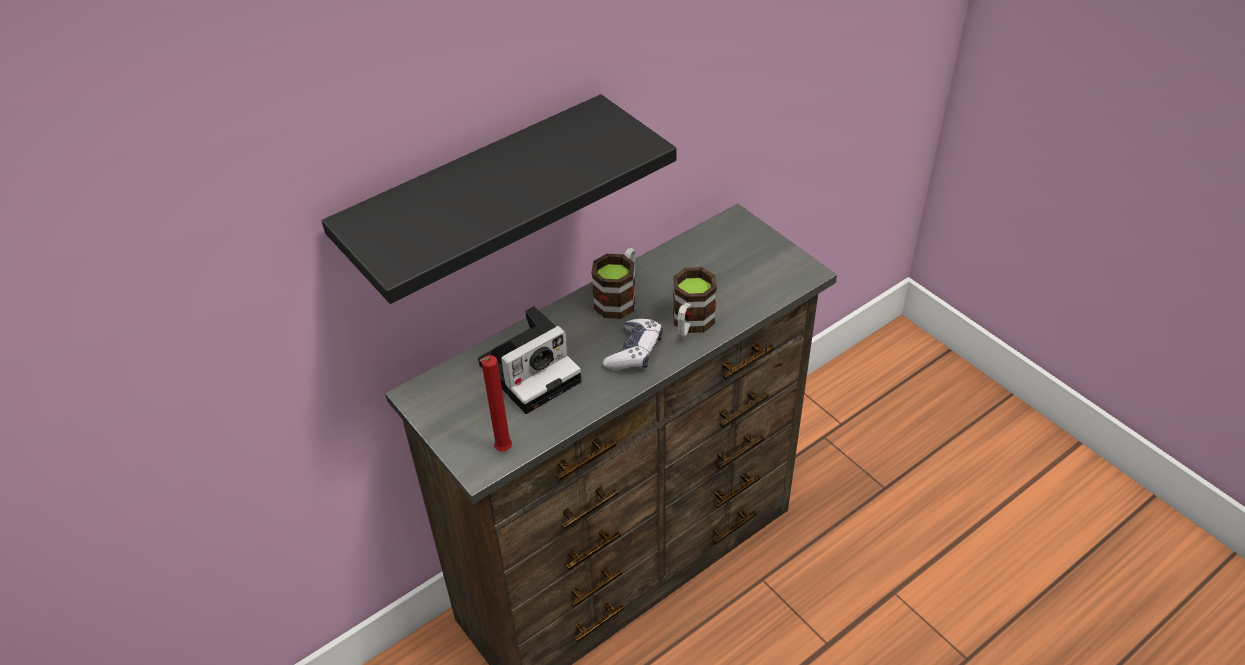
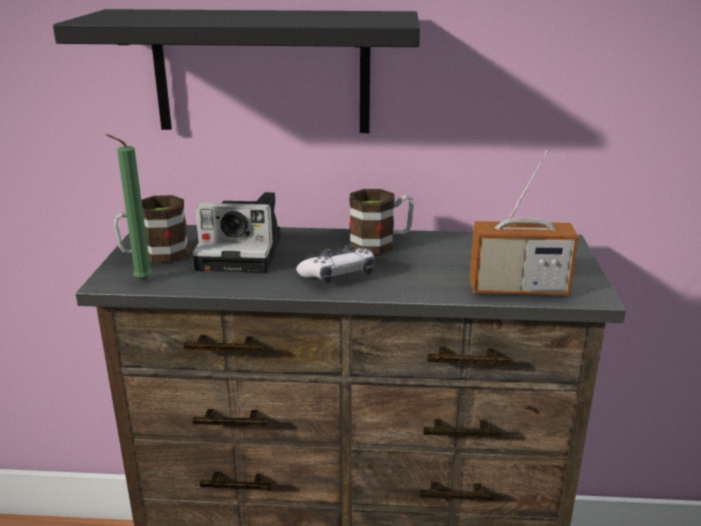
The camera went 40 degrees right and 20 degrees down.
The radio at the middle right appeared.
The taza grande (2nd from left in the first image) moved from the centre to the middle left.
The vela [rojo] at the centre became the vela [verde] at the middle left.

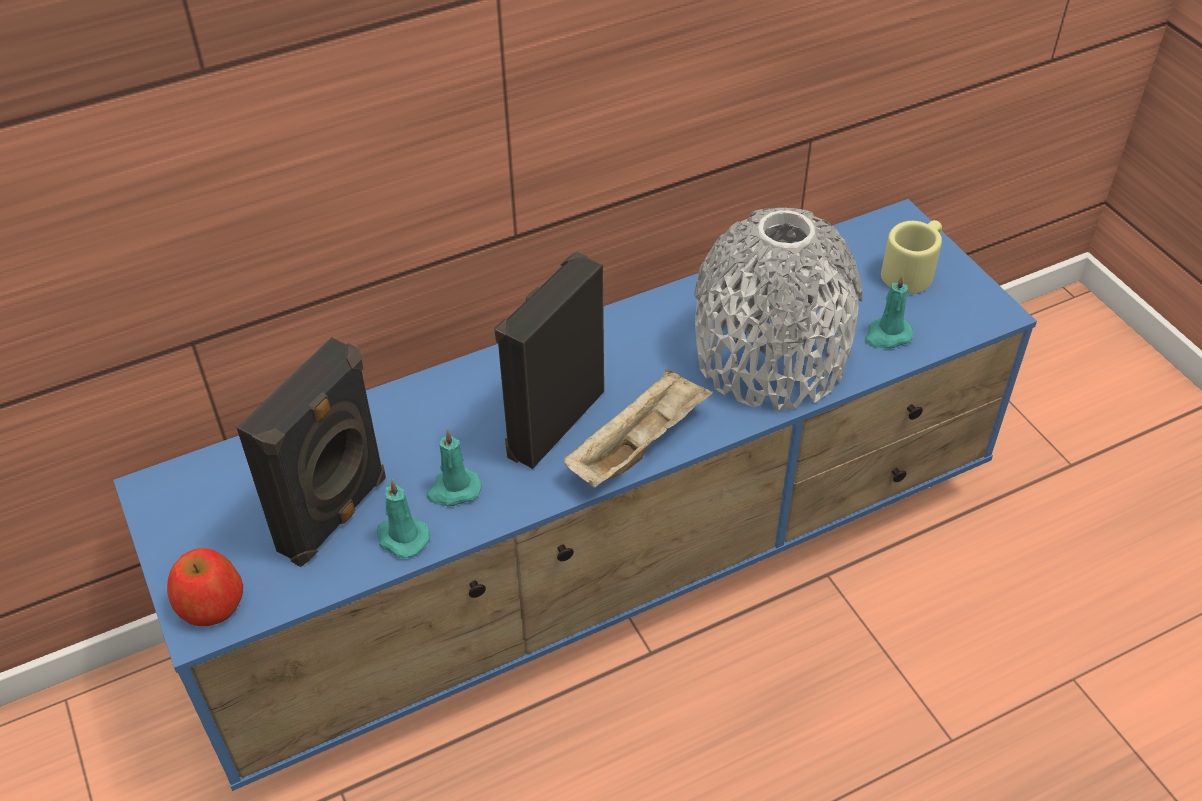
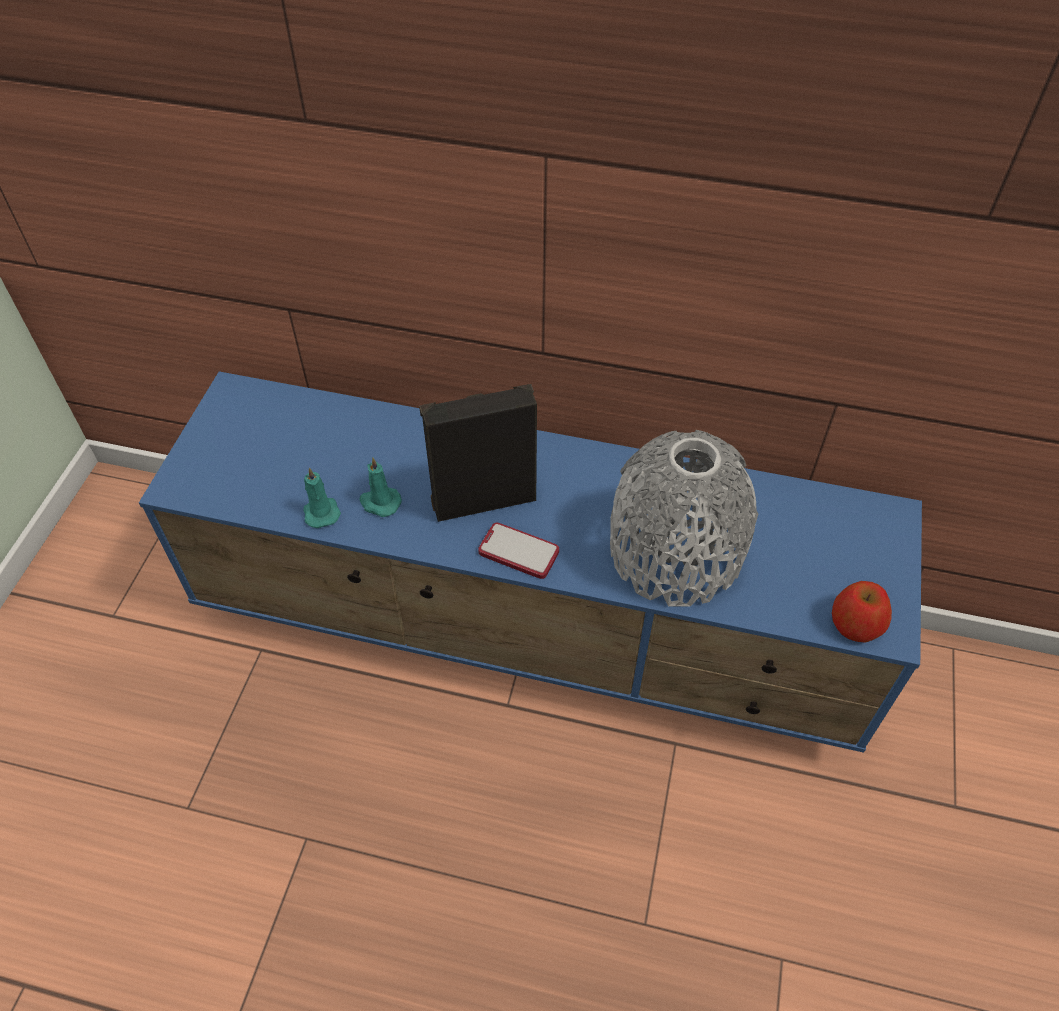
The camera went 40 degrees right and 5 degrees up.
The altavoz [negro] (1st from left) at the middle left disappeared.
The vela [turquesa] (3rd from left) at the middle right disappeared.
The taza grande [beis] at the top right disappeared.
The manzana moved from the bottom left to the middle right.
The bandeja [beis] at the centre was replaced by the móvil at the centre.

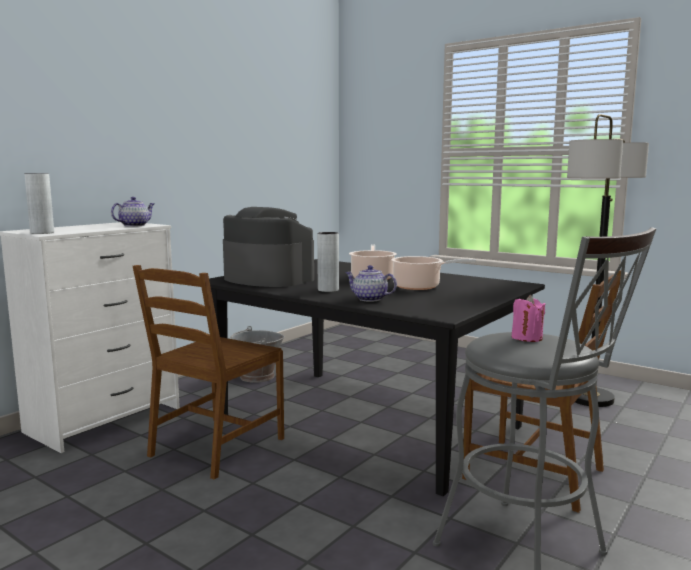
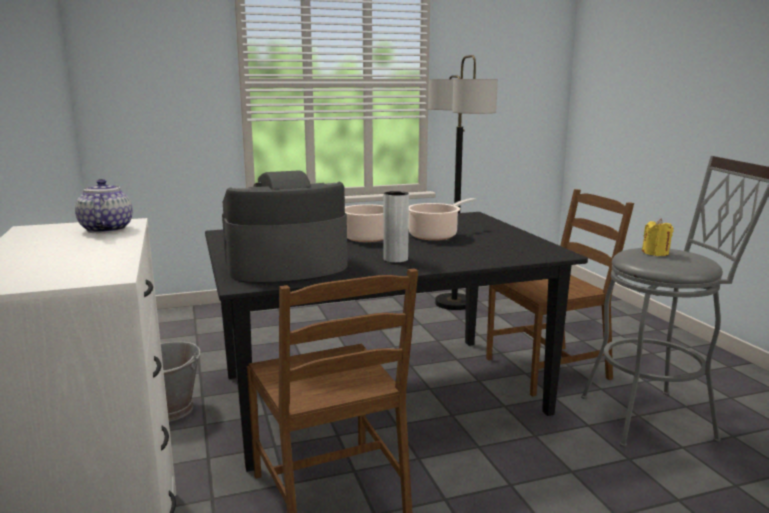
The camera went 55 degrees left and 5 degrees up.
The florero [gris] (1st from left) at the middle left disappeared.
The tetera (2nd from left) at the centre disappeared.
The vela [rosa] at the middle right became the vela [amarillo] at the middle right.

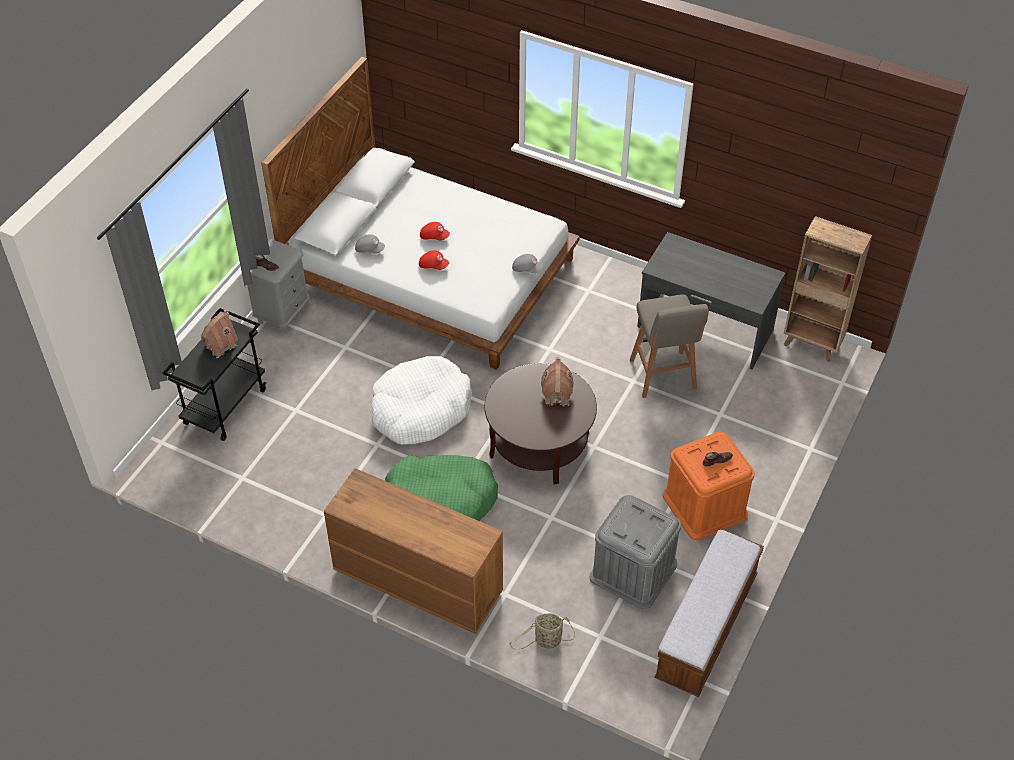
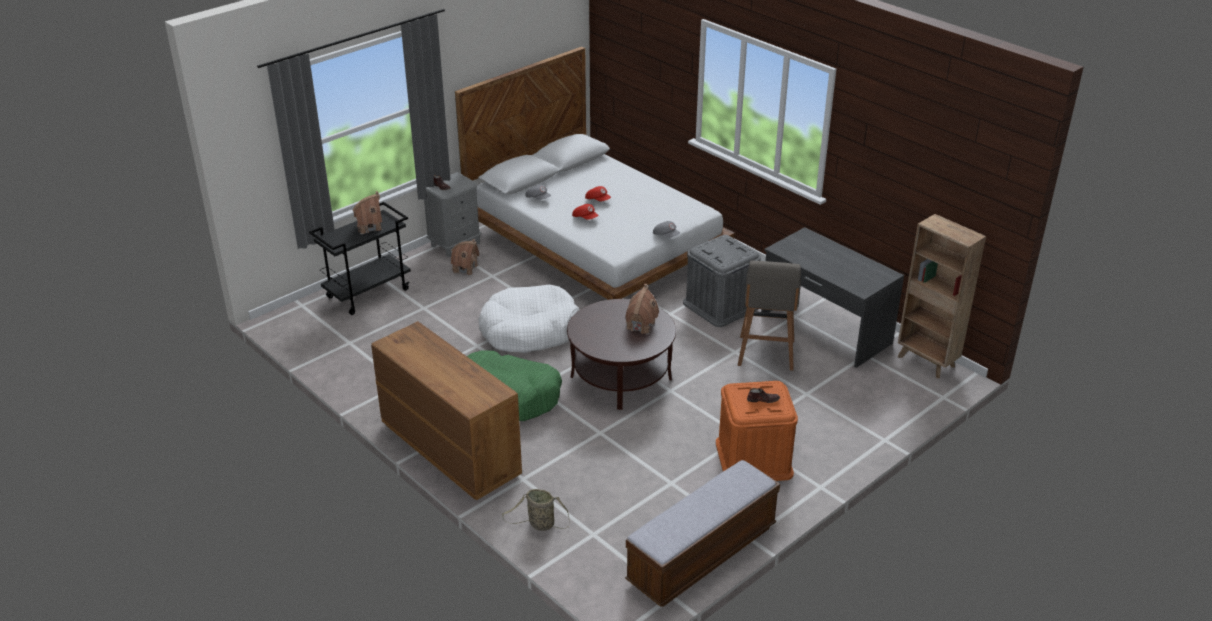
The camera went 20 degrees right and 15 degrees down.
The casita (2nd from left) at the centre appeared.
The caja de almacenaje [gris] moved from the bottom centre to the centre.

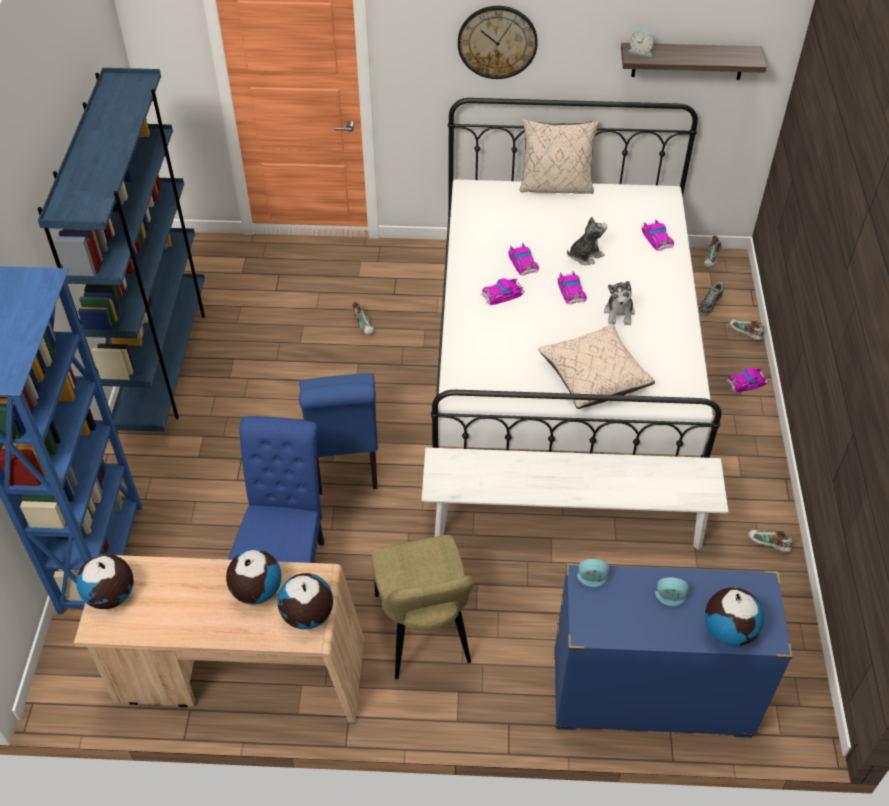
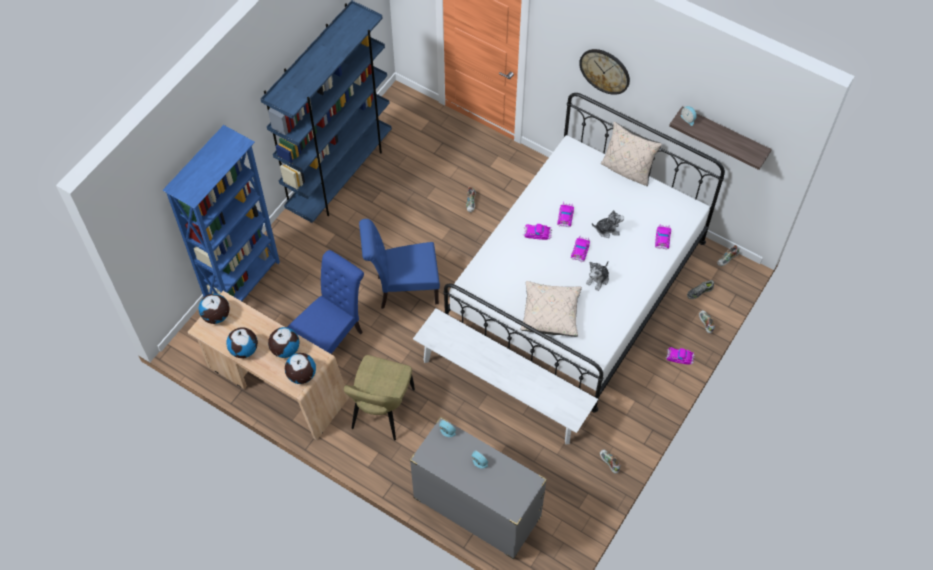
The camera went 30 degrees right and 10 degrees up.
The globo terráqueo (4th from left in the first image) moved from the bottom right to the middle left.
The cómoda [azul] at the bottom right became the cómoda [gris] at the bottom centre.
The silla [azul] (2nd from left) at the centre turned 60 degrees clockwise.

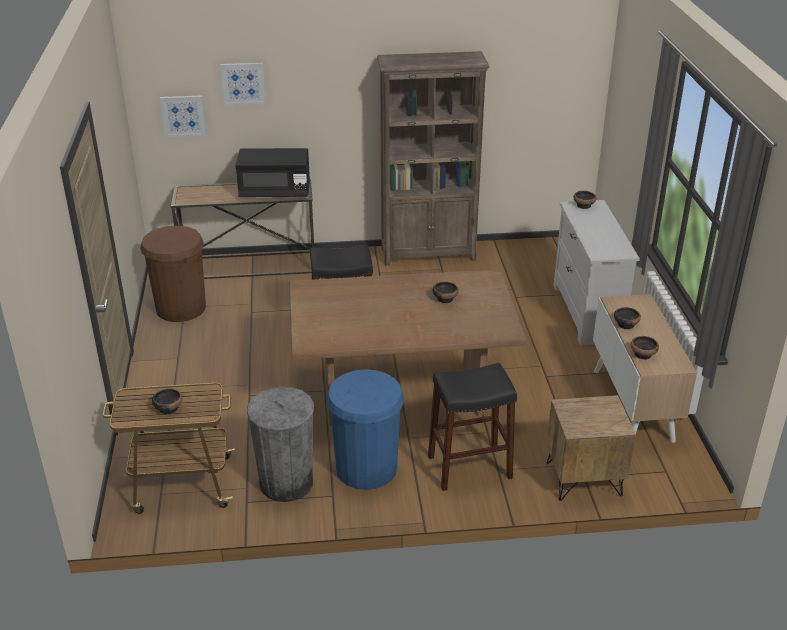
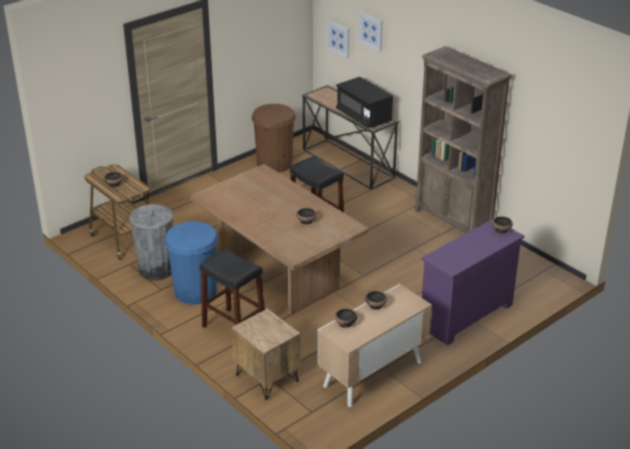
The camera went 55 degrees right and 0 degrees up.
The cómoda [blanco] at the middle right became the cómoda [morado] at the middle right.

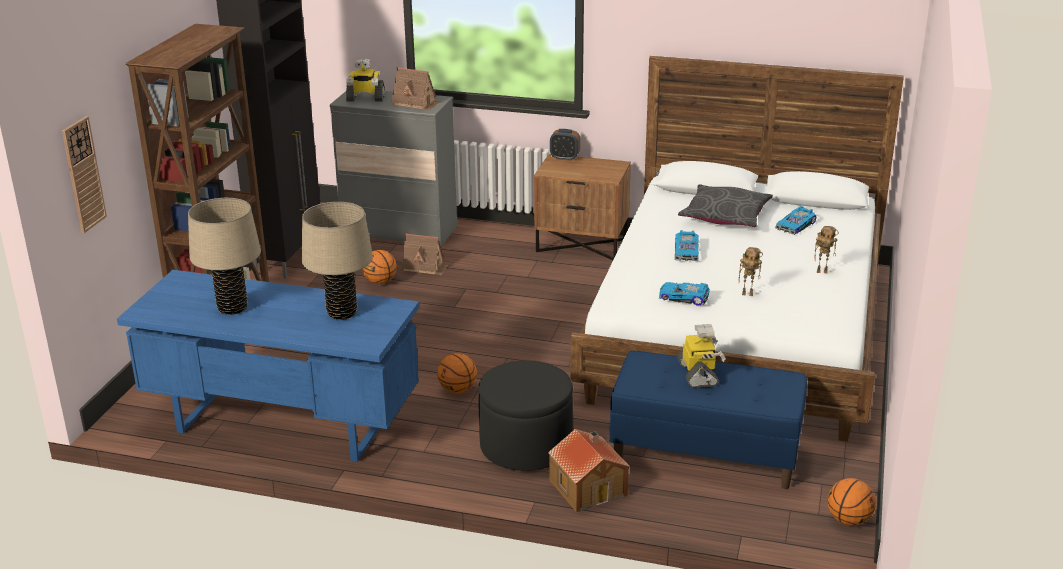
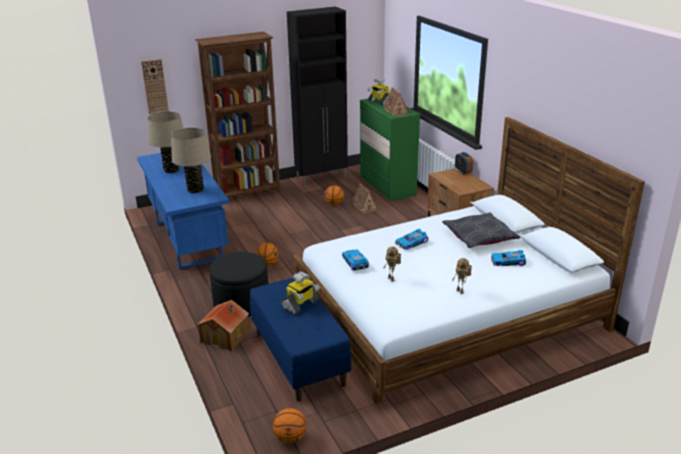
The camera went 50 degrees right and 0 degrees up.
The cómoda [gris] at the top centre became the cómoda [verde] at the top centre.

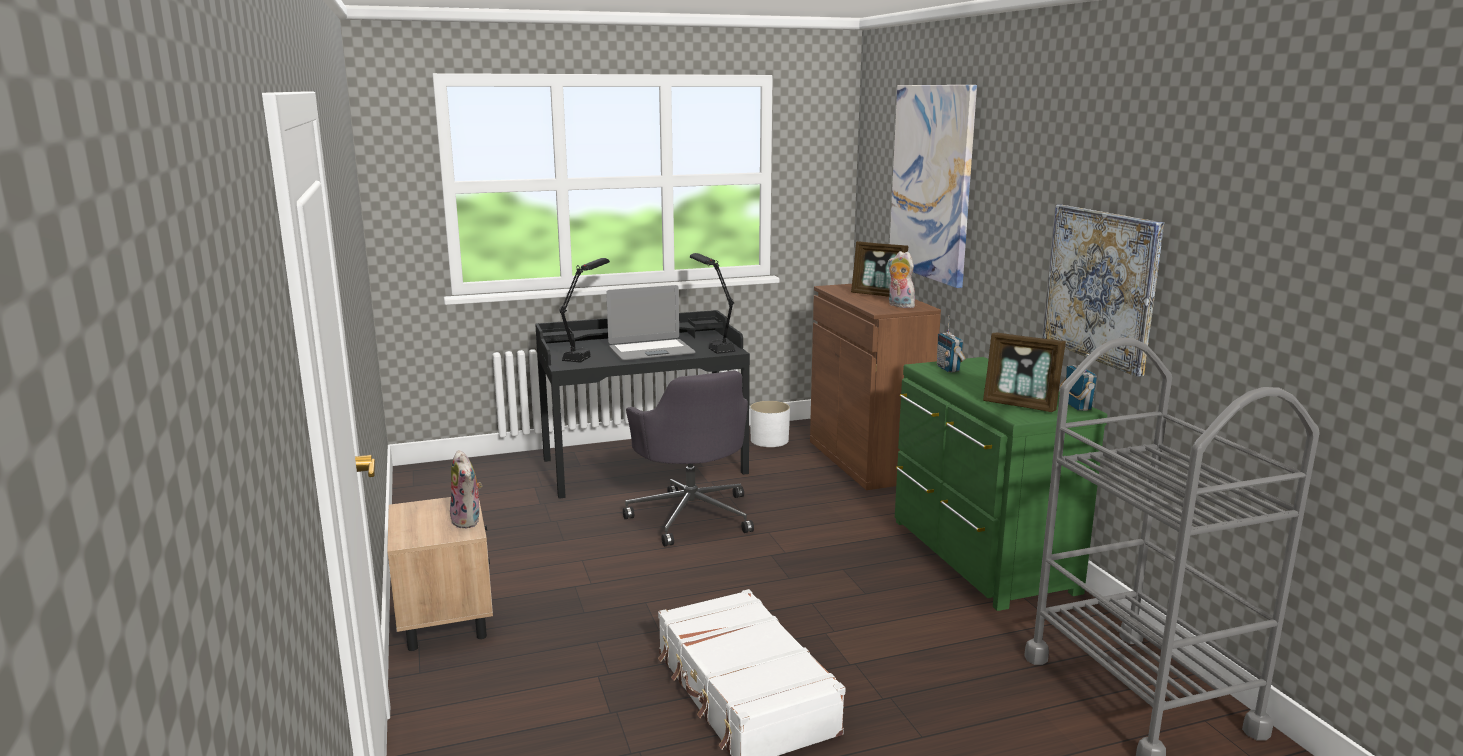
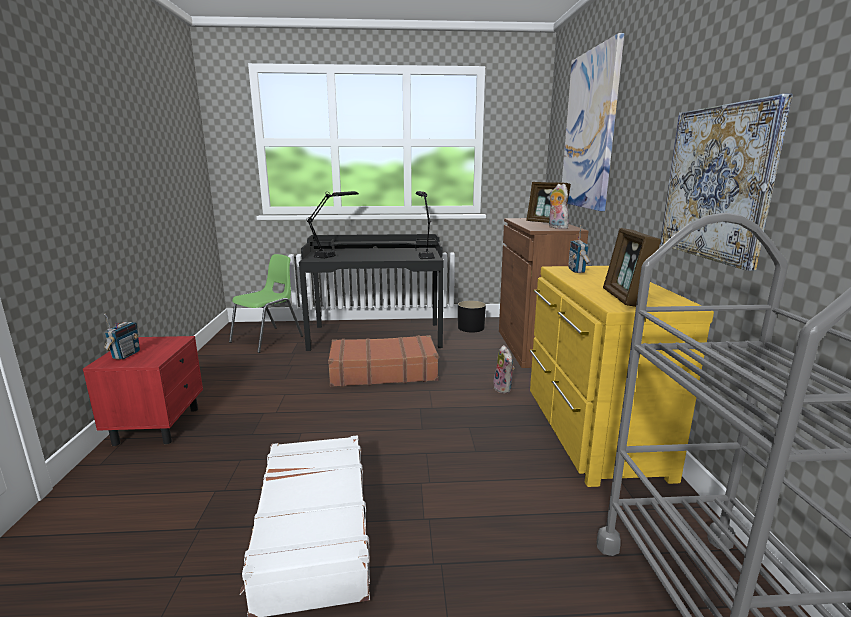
The camera went 15 degrees right and 0 degrees up.
The portátil at the centre disappeared.
The silla [verde] at the middle left appeared.
The peluche (1st from left) moved from the middle left to the centre.
The radio (2nd from left in the first image) moved from the middle right to the middle left.
The silla de oficina [gris] at the centre was replaced by the maleta [marrón] at the centre.
The mesita de noche [beis] at the bottom left became the mesita de noche [rojo] at the middle left.
The maceta [blanco] at the centre became the maceta [negro] at the centre.
The cómoda [verde] at the middle right became the cómoda [amarillo] at the middle right.
The portarretratos (2nd from left) at the middle right turned 45 degrees clockwise.

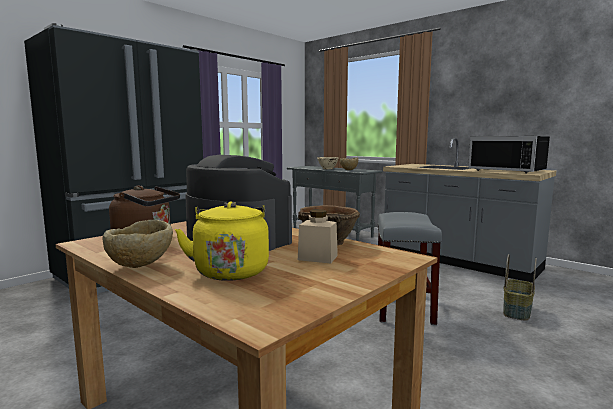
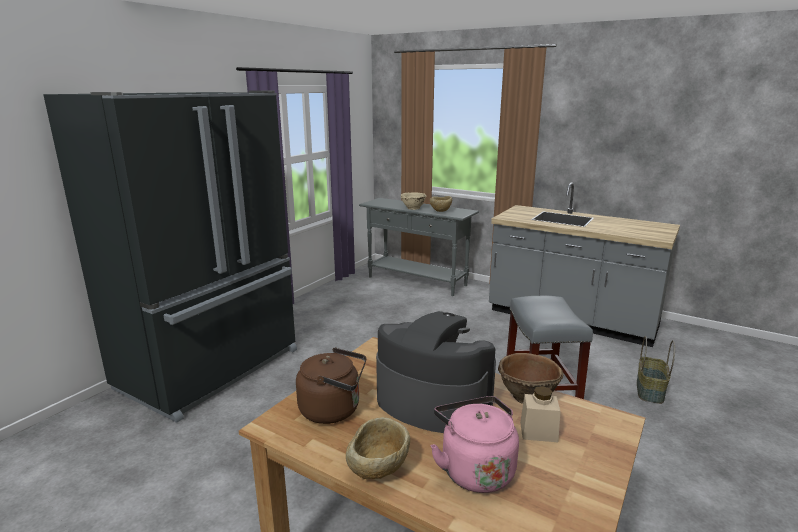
The camera went 10 degrees left and 10 degrees up.
The microondas [negro] at the middle right disappeared.
The hervidor [amarillo] at the centre became the hervidor [rosa] at the bottom centre.

